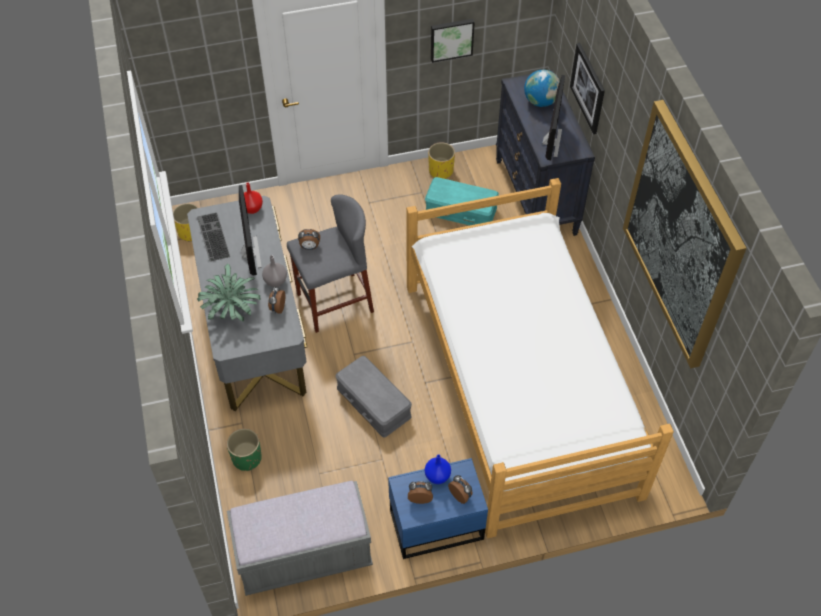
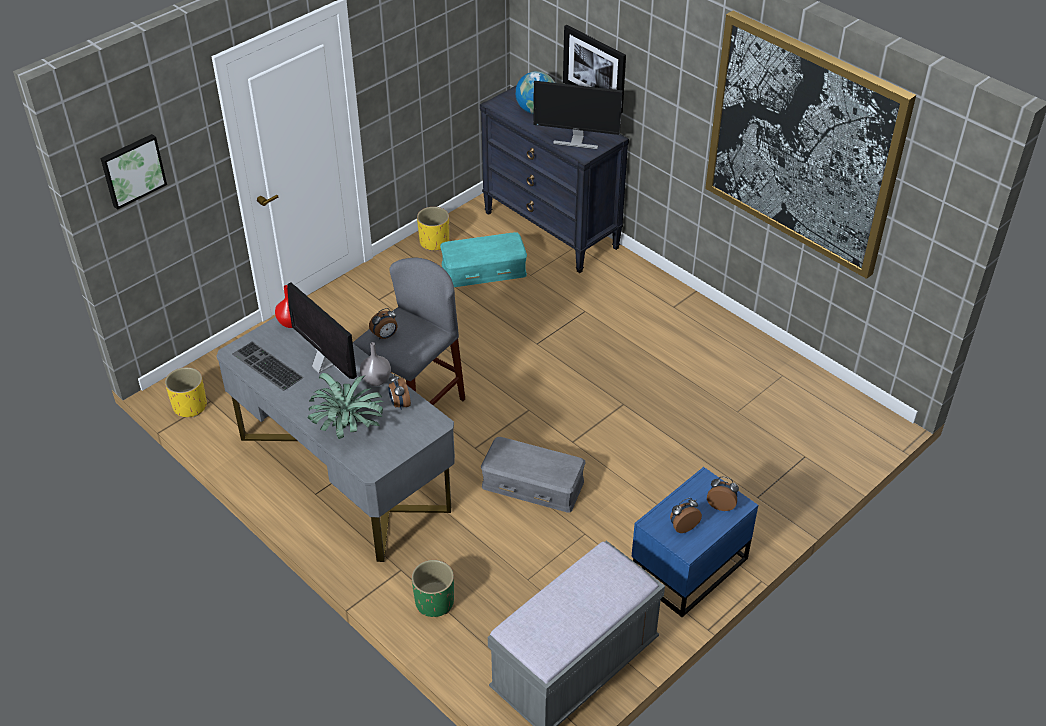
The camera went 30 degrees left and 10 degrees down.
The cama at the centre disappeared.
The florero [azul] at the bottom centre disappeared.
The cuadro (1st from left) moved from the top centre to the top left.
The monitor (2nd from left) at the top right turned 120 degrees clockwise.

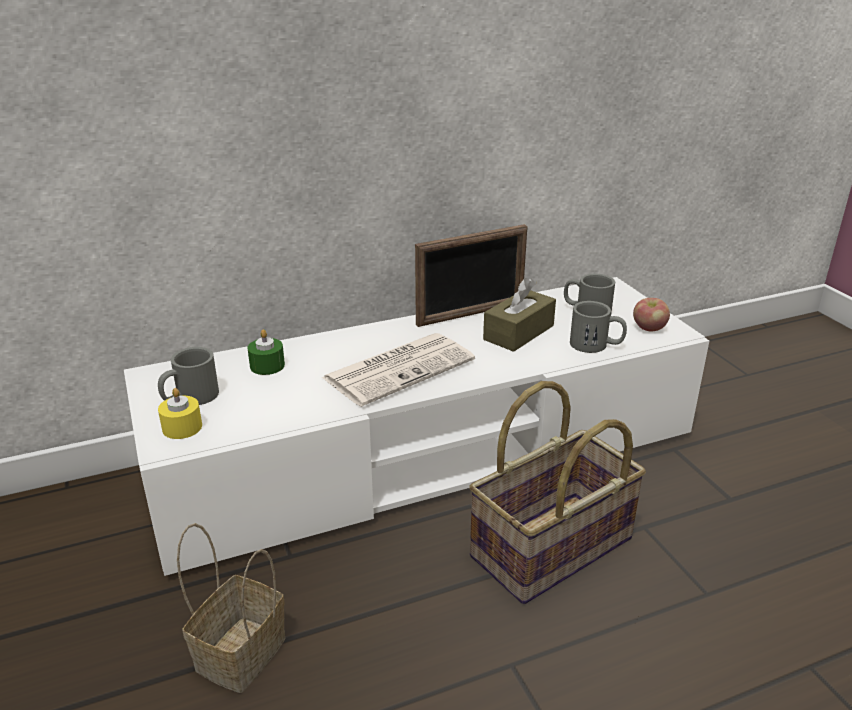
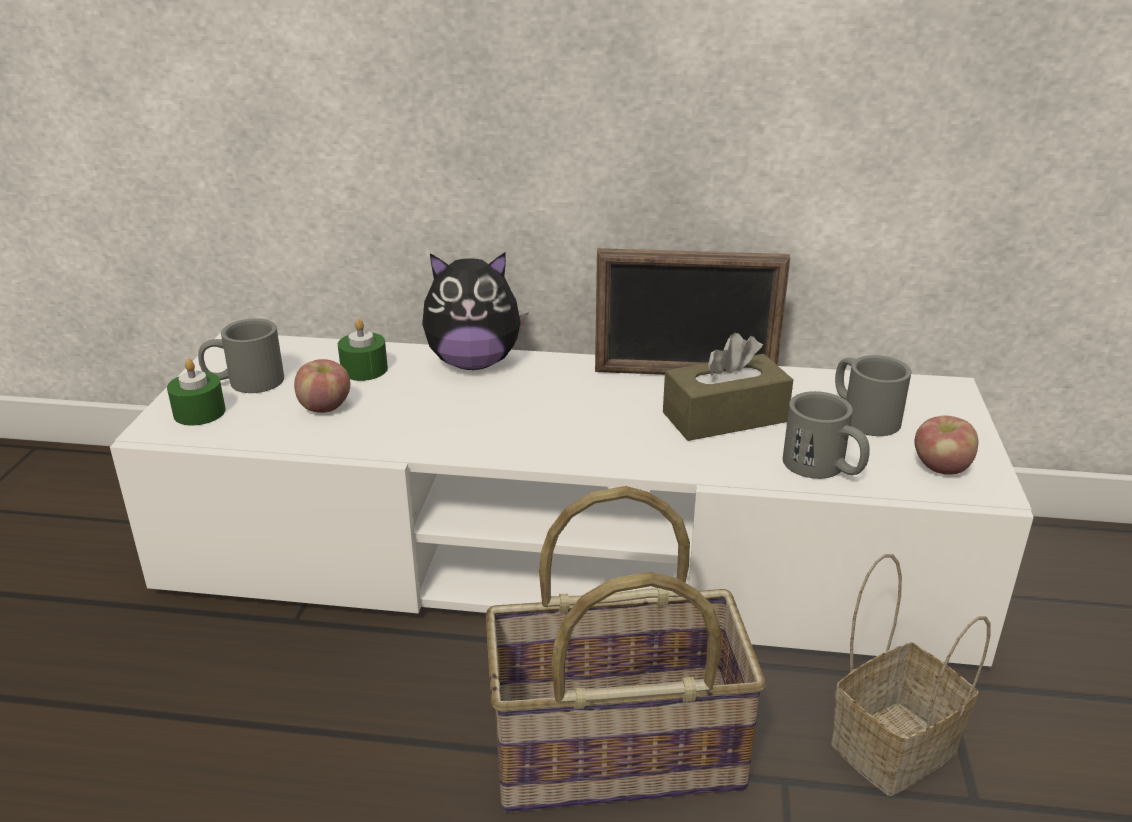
The camera went 30 degrees right and 0 degrees up.
The periódico at the centre disappeared.
The manzana (1st from left) at the middle left appeared.
The peluche at the centre appeared.
The cesta (1st from left in the first image) moved from the bottom left to the bottom right.
The vela [amarillo] at the middle left became the vela [verde] (1st from left) at the middle left.

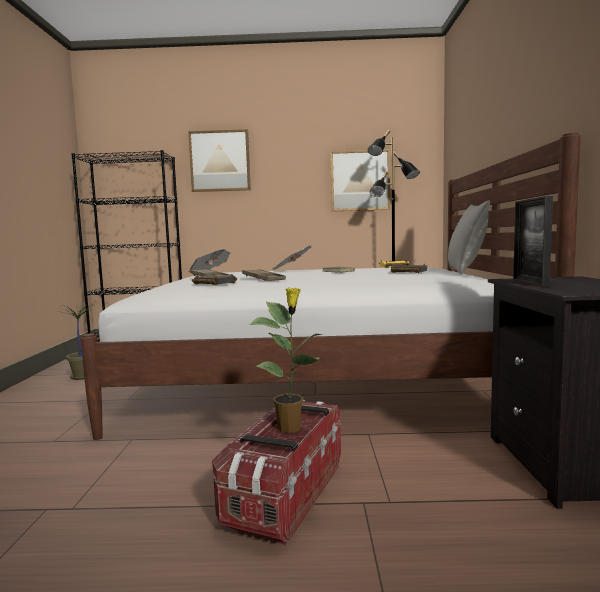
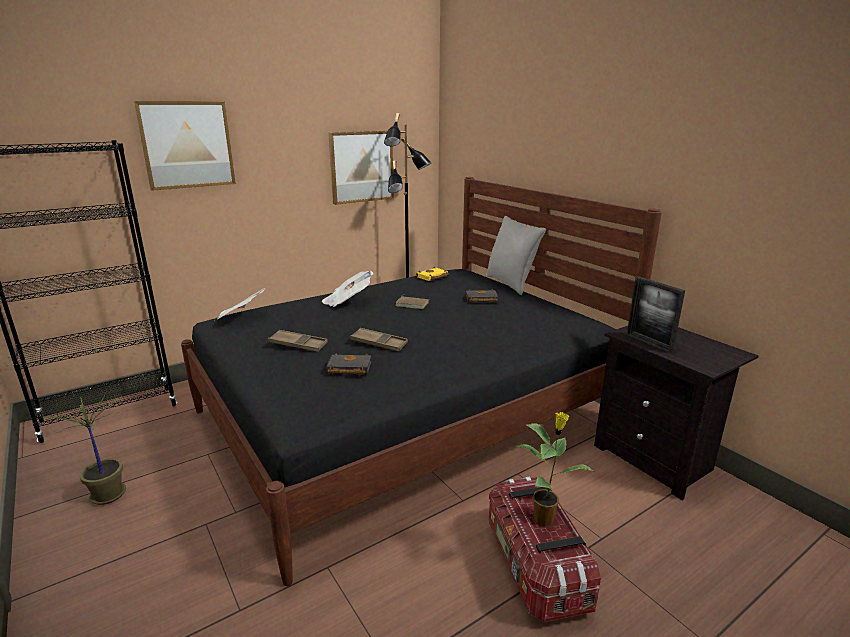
The camera went 35 degrees left and 15 degrees up.
The cama [blanco] at the centre became the cama [negro] at the centre.

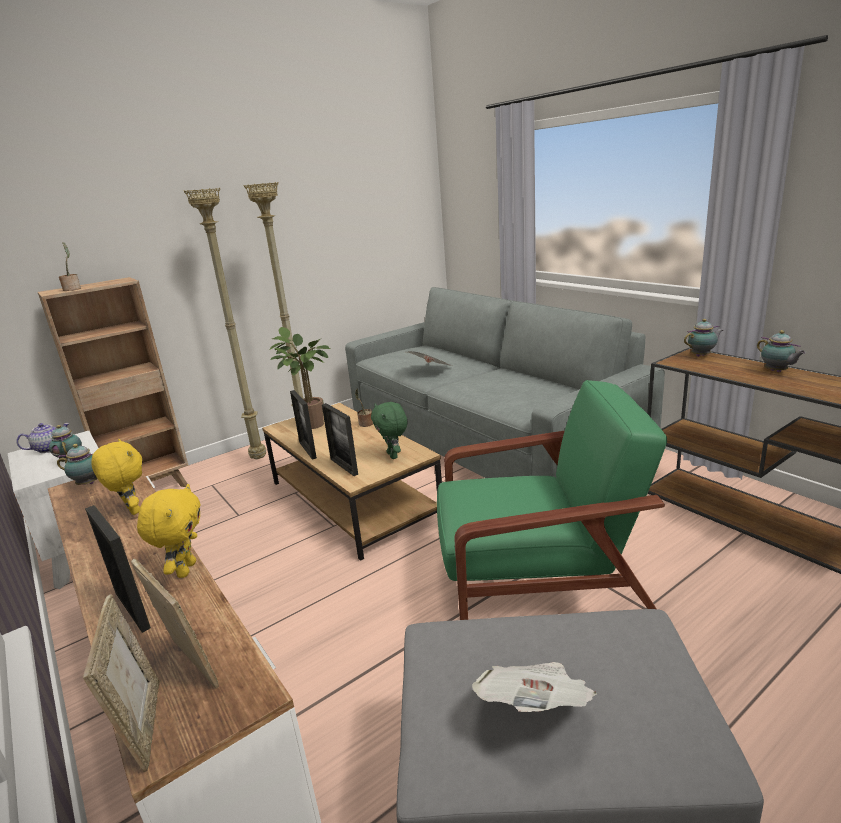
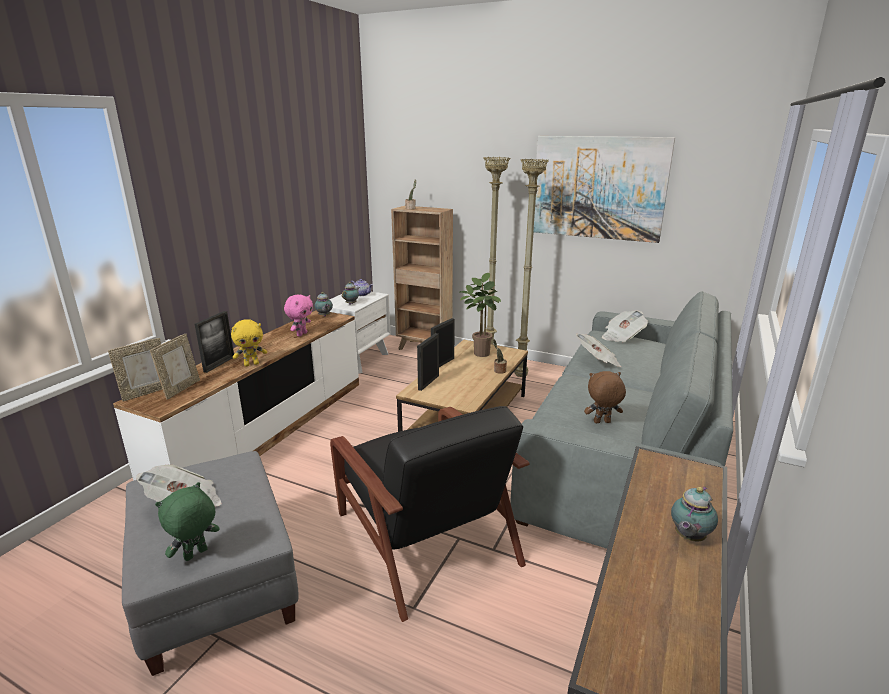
The camera went 60 degrees right and 0 degrees up.
The tetera (4th from left) at the middle right disappeared.
The cuadro at the top right appeared.
The peluche [marrón] at the middle right appeared.
The periódico (3rd from left) at the middle right appeared.
The peluche [verde] moved from the centre to the bottom left.
The peluche [amarillo] (1st from left) at the middle left became the peluche [rosa] at the centre.
The sillón [verde] at the centre became the sillón [negro] at the bottom centre.

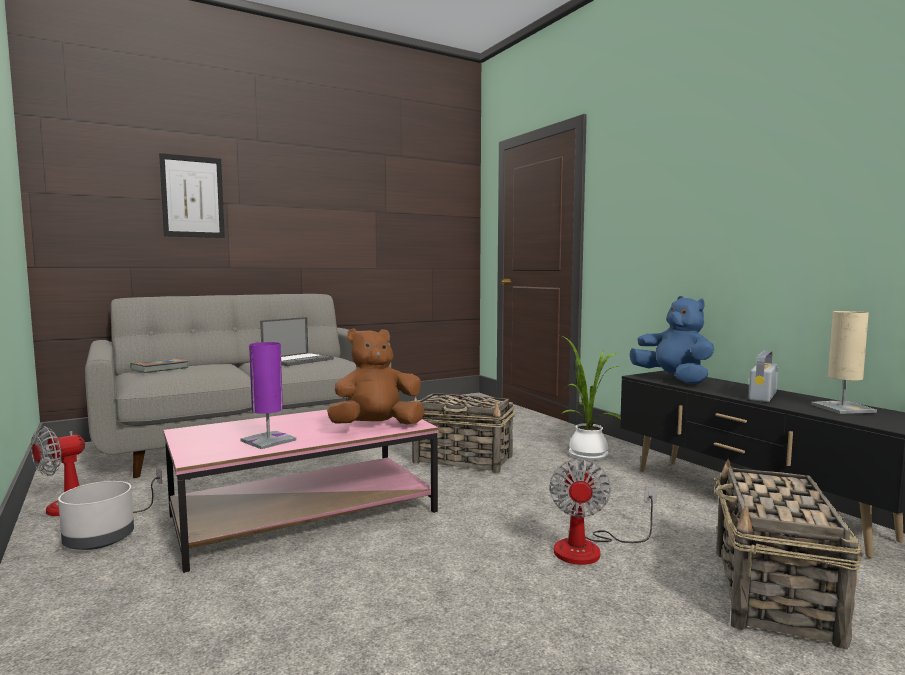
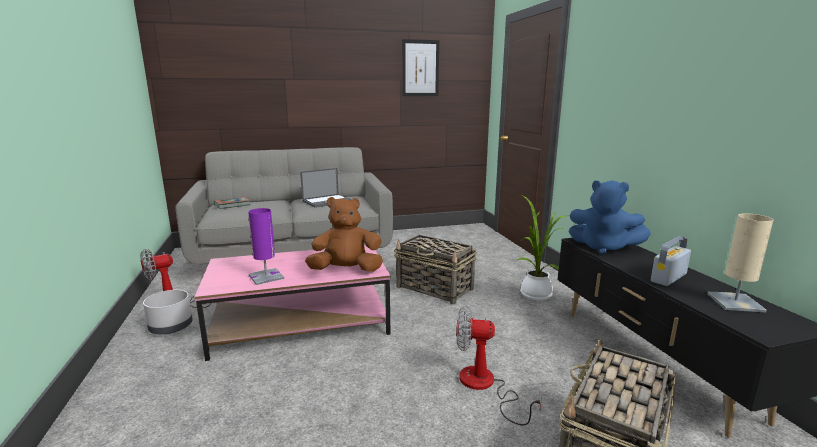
The camera went 15 degrees right and 10 degrees up.
The cuadro moved from the top left to the top centre.
The ventilador (2nd from left) at the bottom centre turned 75 degrees clockwise.
The peluche [azul] at the middle right turned 135 degrees clockwise.

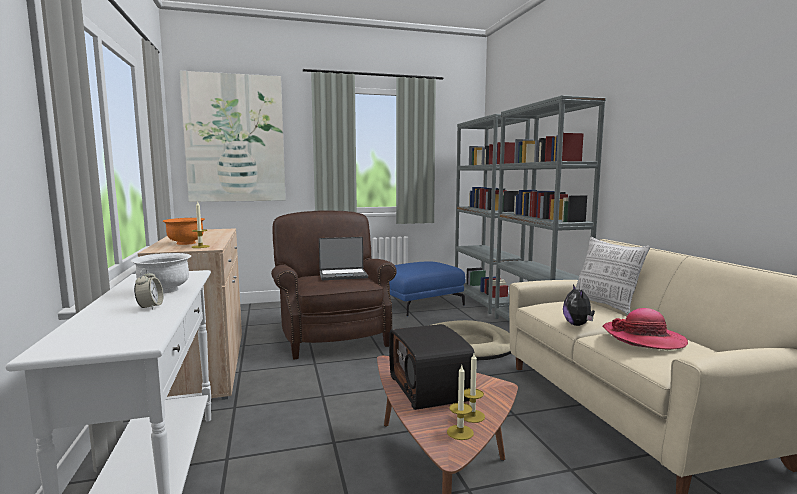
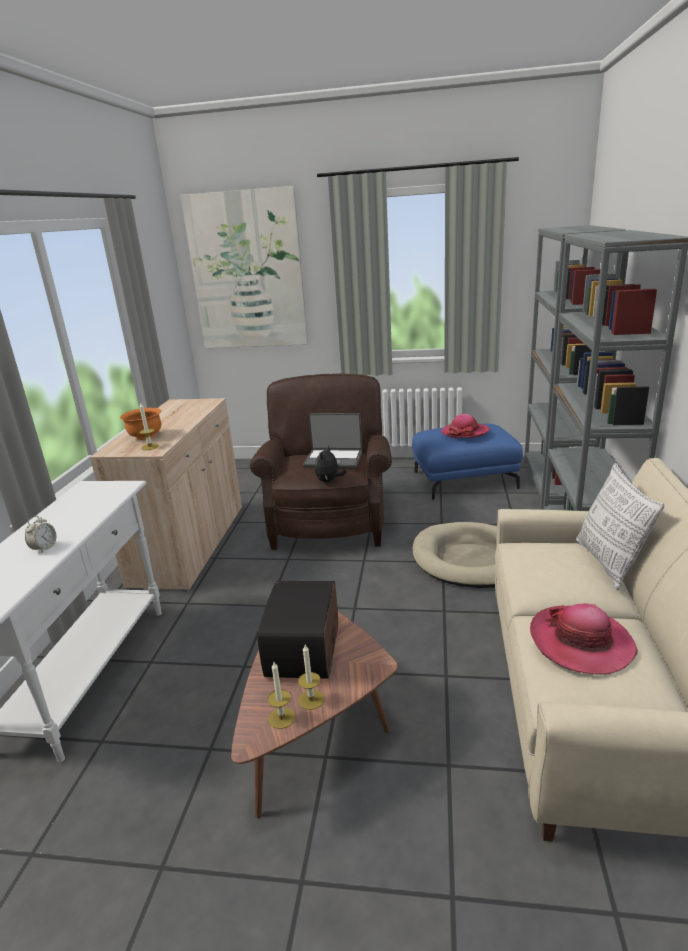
The camera went 25 degrees right and 15 degrees up.
The cuenco [blanco] at the middle left disappeared.
The sombrero (1st from left) at the middle right appeared.
The peluche moved from the middle right to the centre.

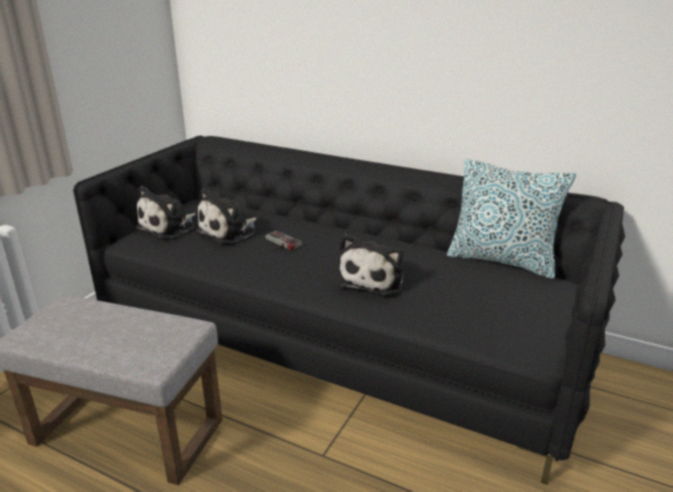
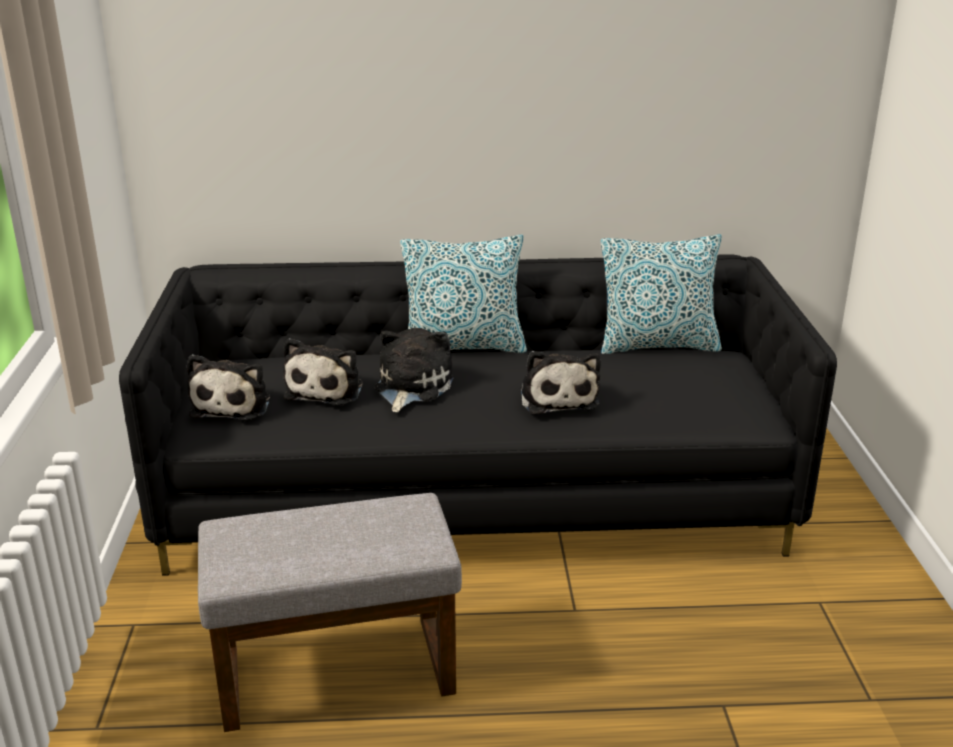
The camera went 30 degrees left and 0 degrees up.
The cojín (1st from left) at the centre appeared.
The mando de consola at the centre was replaced by the peluche (3rd from left) at the centre.

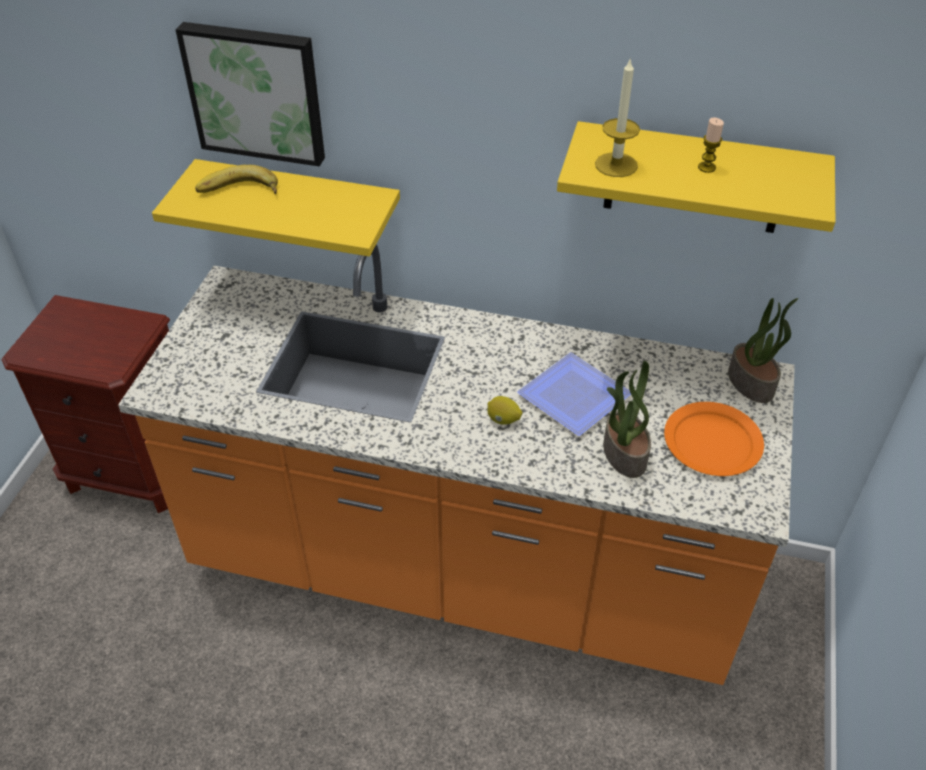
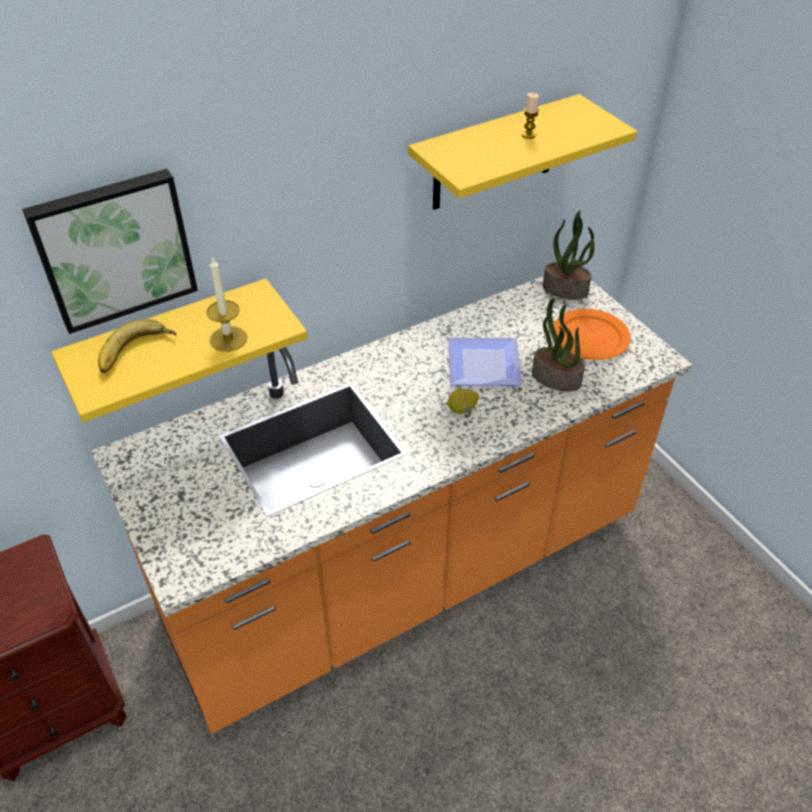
The camera went 45 degrees left and 0 degrees up.
The vela (1st from left) moved from the top centre to the middle left.

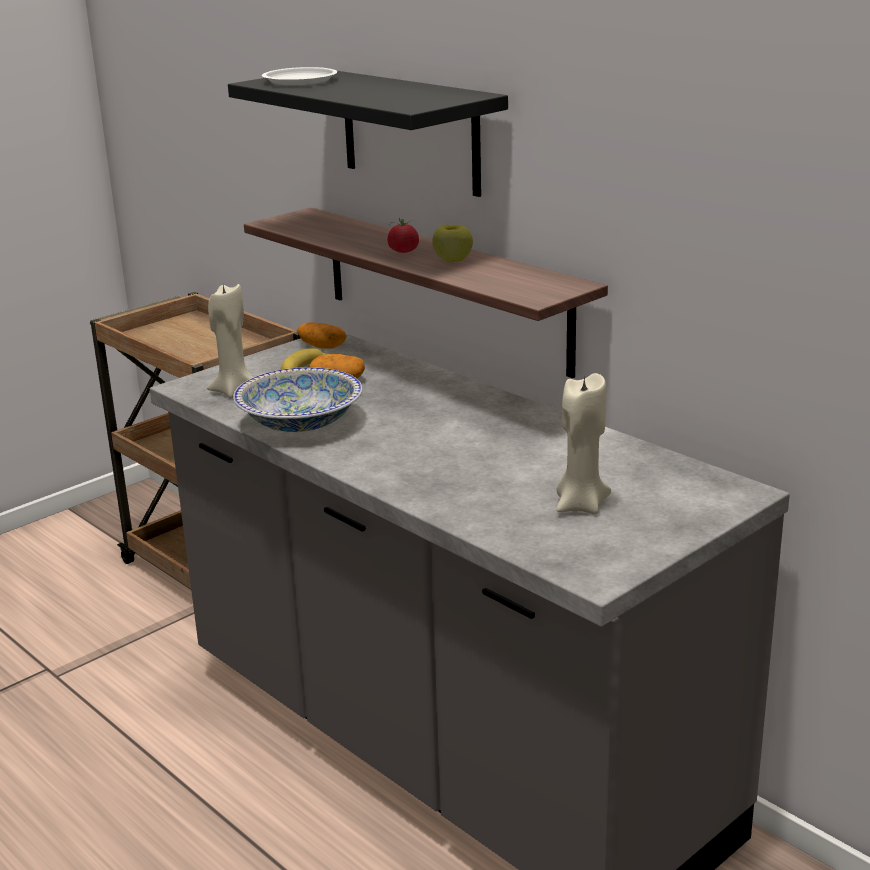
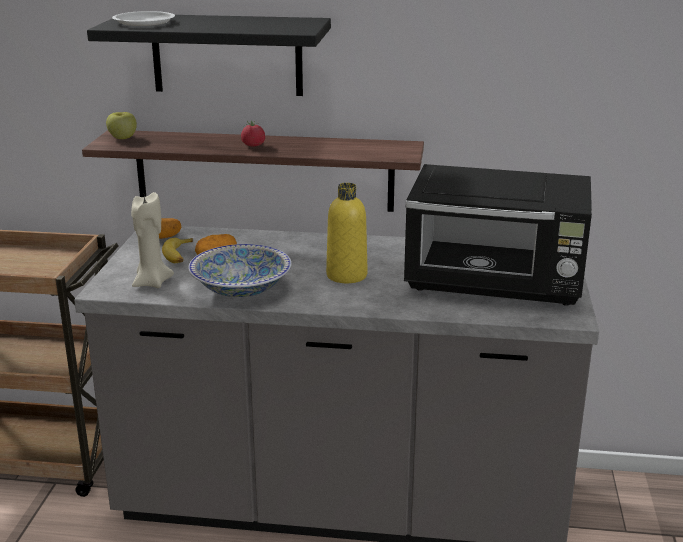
The camera went 40 degrees left and 0 degrees up.
The botella [amarillo] at the centre appeared.
The manzana moved from the top centre to the top left.
The vela [beis] (2nd from left) at the middle right was replaced by the microondas [negro] at the middle right.

